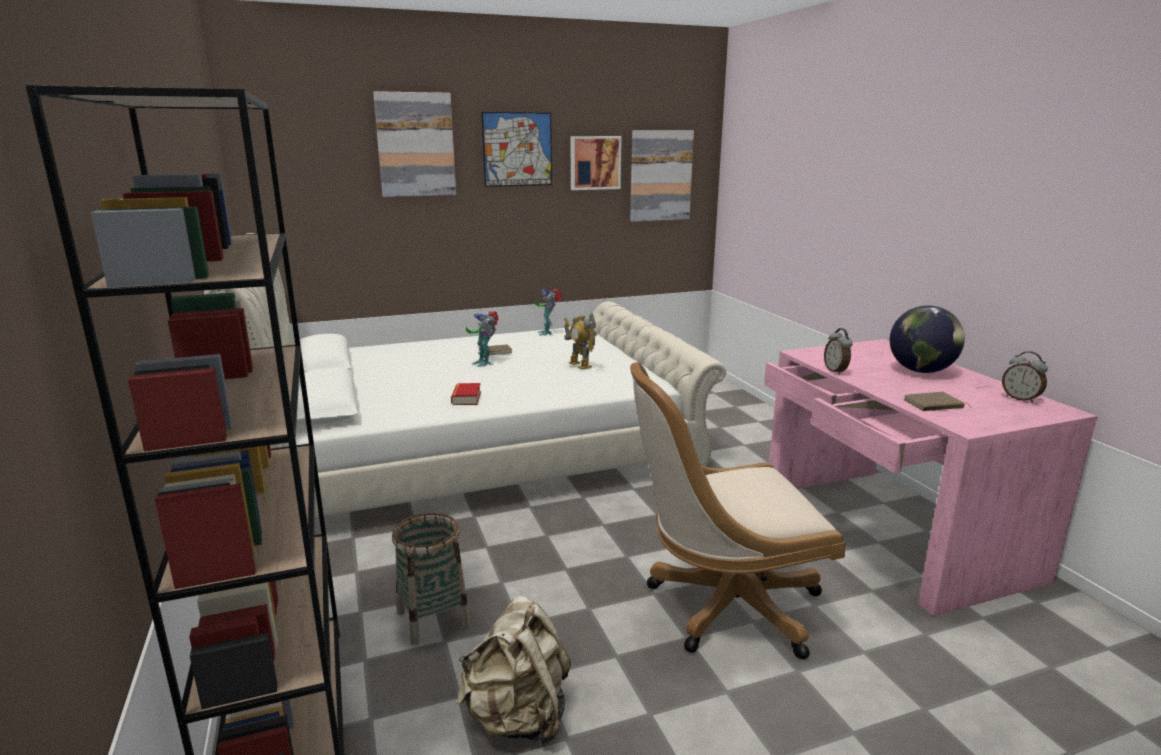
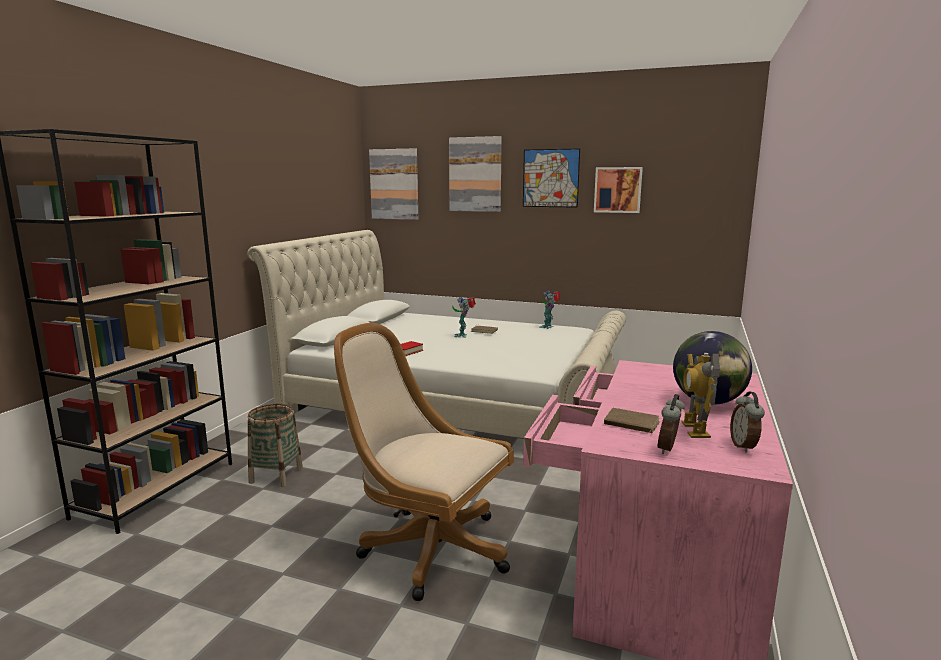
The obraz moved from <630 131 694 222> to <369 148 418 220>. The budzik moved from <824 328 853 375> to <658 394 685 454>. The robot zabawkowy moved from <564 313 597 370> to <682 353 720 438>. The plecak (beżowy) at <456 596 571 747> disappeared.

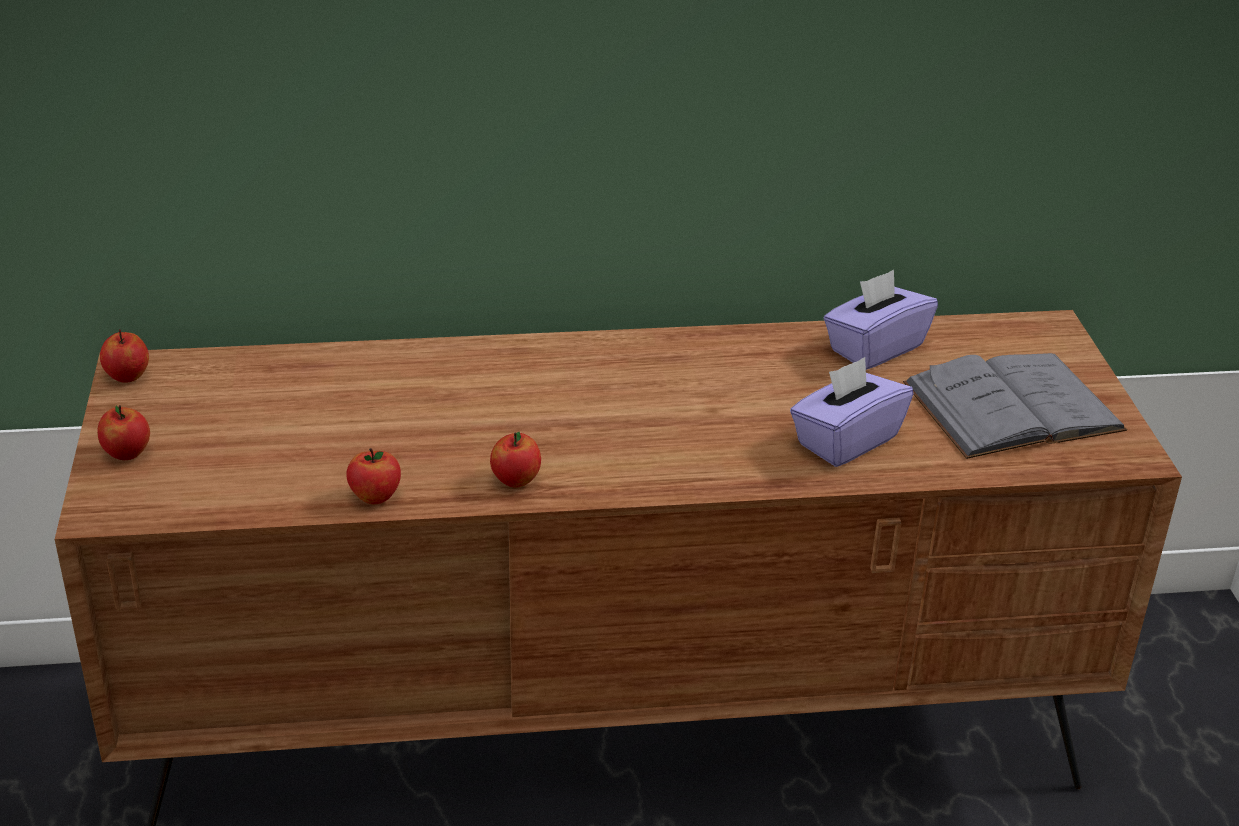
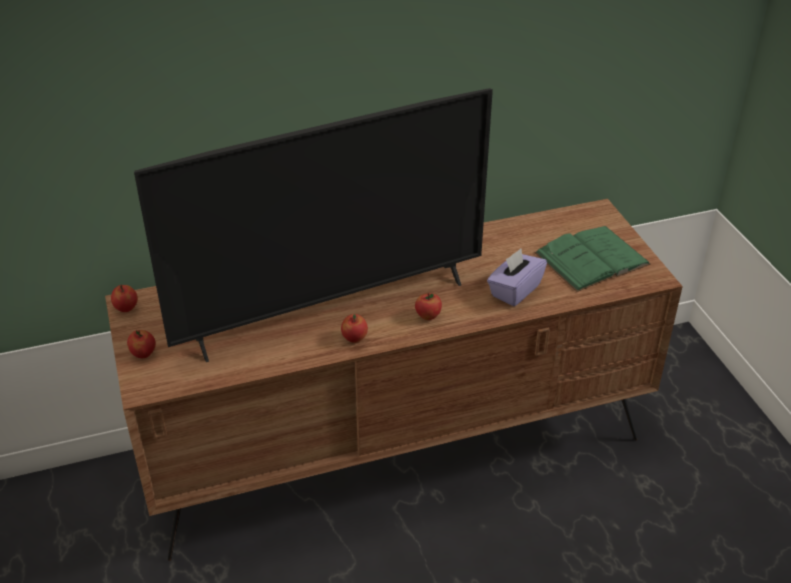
The telewizor at <134 88 493 362> appeared. The jabłko moved from <346 448 401 504> to <415 293 442 320>. The książka (szary) at <903 353 1127 459> became the książka (zielony) at <534 226 651 292>. The pudełko chusteczek (fioletowy) at <824 270 938 370> disappeared.

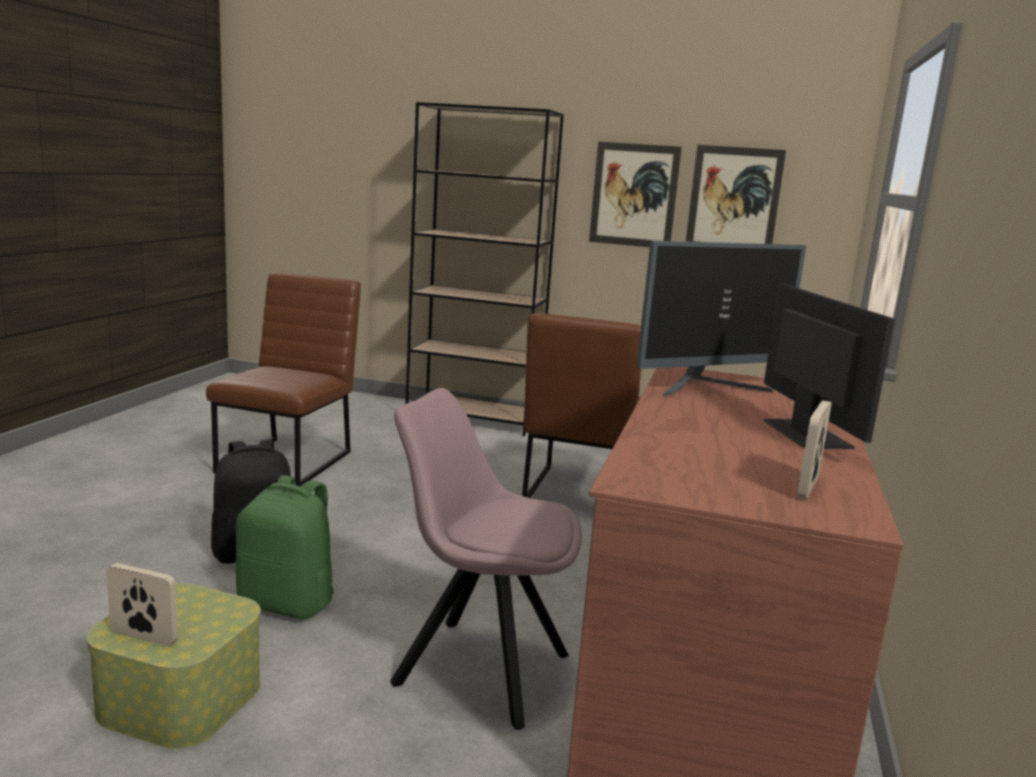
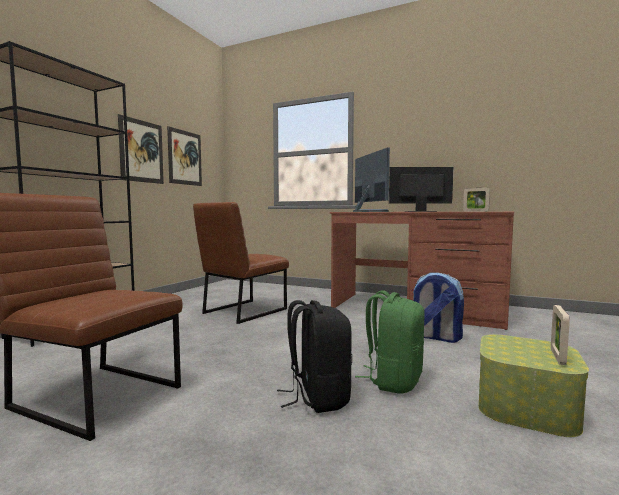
The krzesło (brązowy) at <522 313 641 498> turned 105 degrees clockwise. The krzesło (różowy) at <390 388 582 730> was replaced by the plecak at <412 272 464 343>.

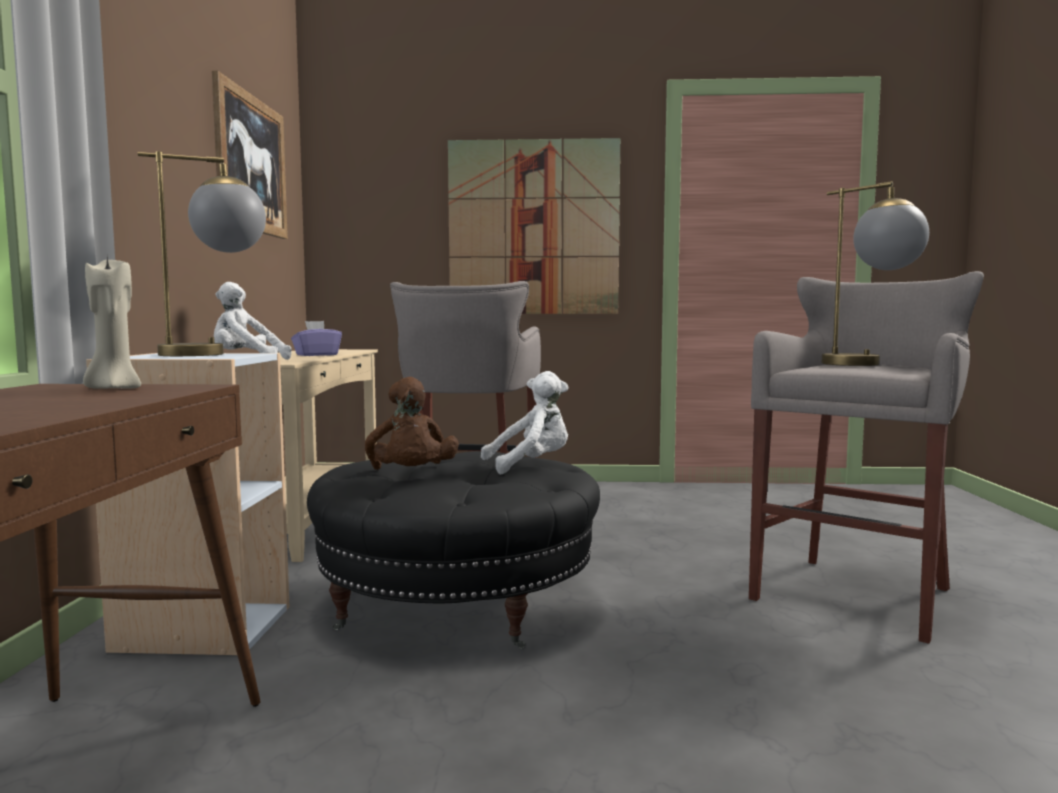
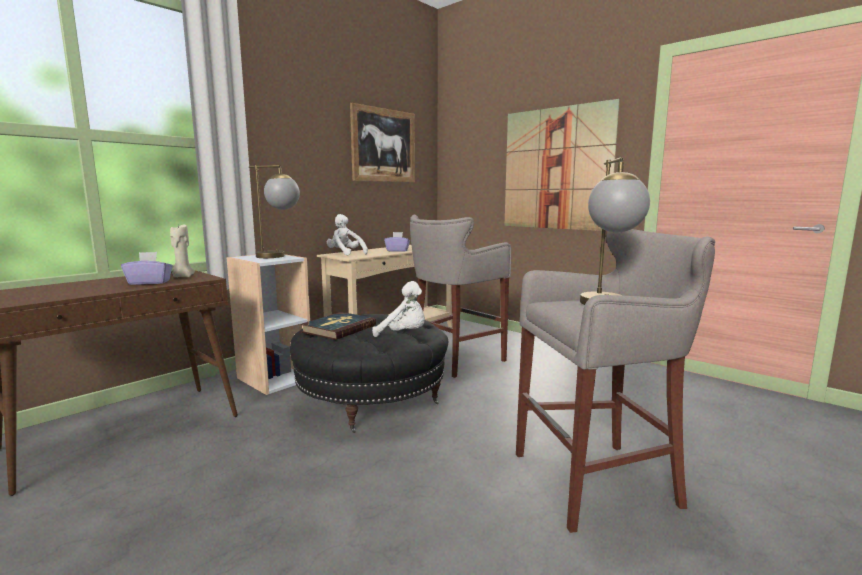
The pudełko chusteczek (fioletowy) at <121 252 173 285> appeared. The pluszak (brązowy) at <365 377 459 470> was replaced by the książka at <300 312 376 340>.

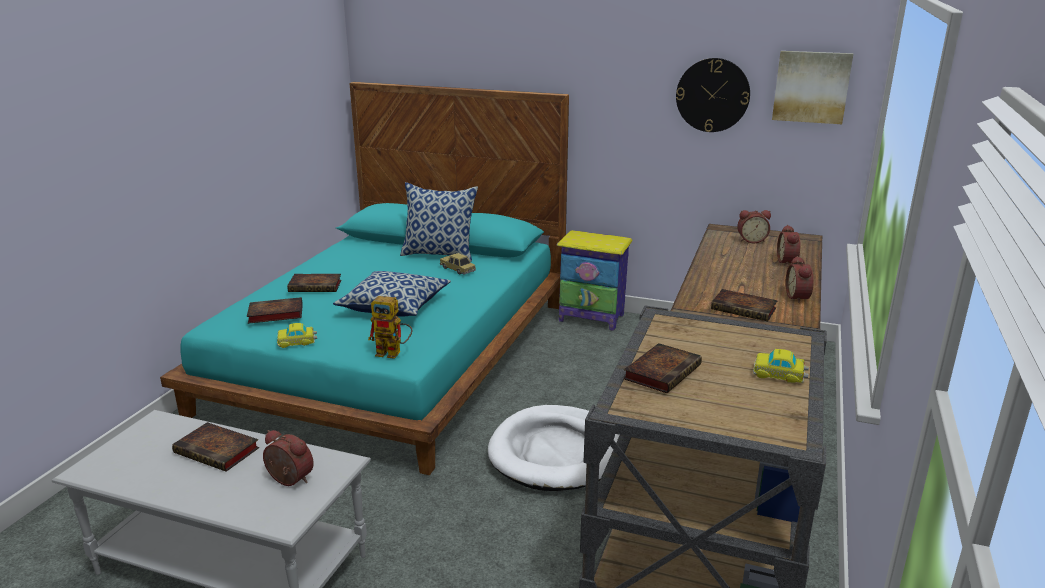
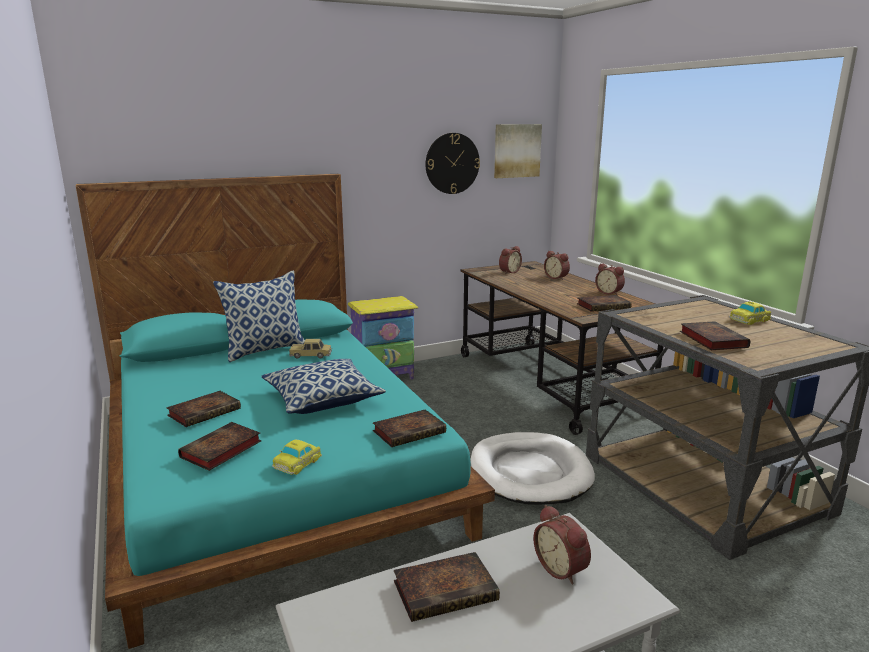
The robot zabawkowy at <368 296 412 359> was replaced by the książka at <373 410 446 447>. The budzik at <263 430 314 486> turned 105 degrees counterclockwise.

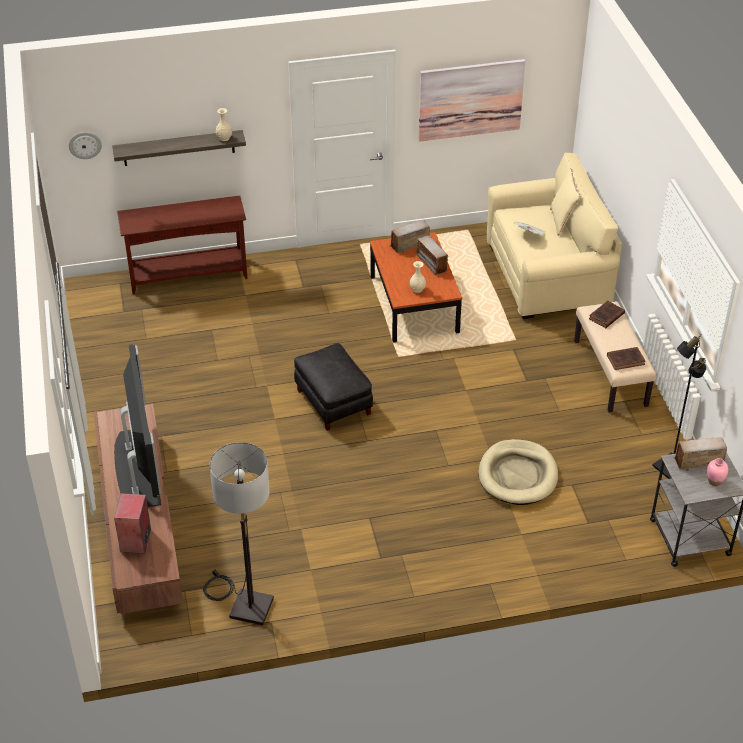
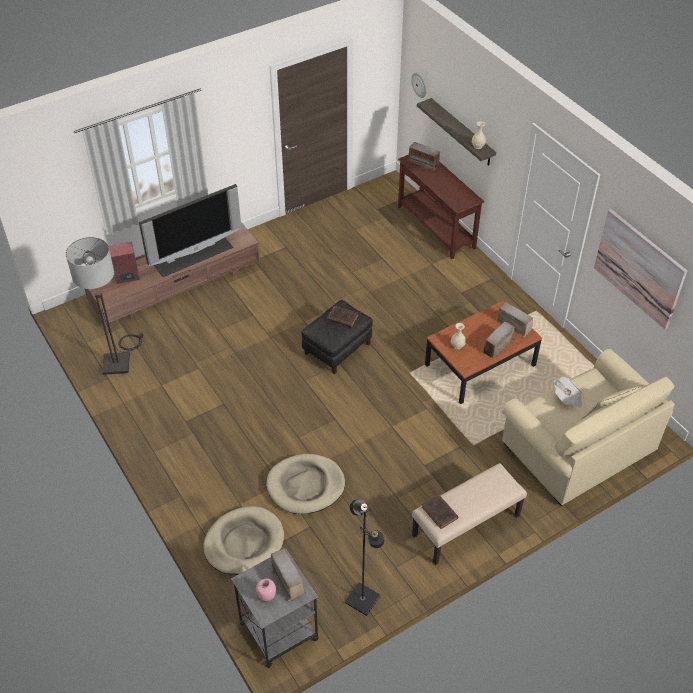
The legowisko (beżowy) at <203 506 284 575> appeared. The książka (brązowy) moved from <589 301 625 328> to <327 306 358 328>. The radio at <408 142 440 171> appeared.

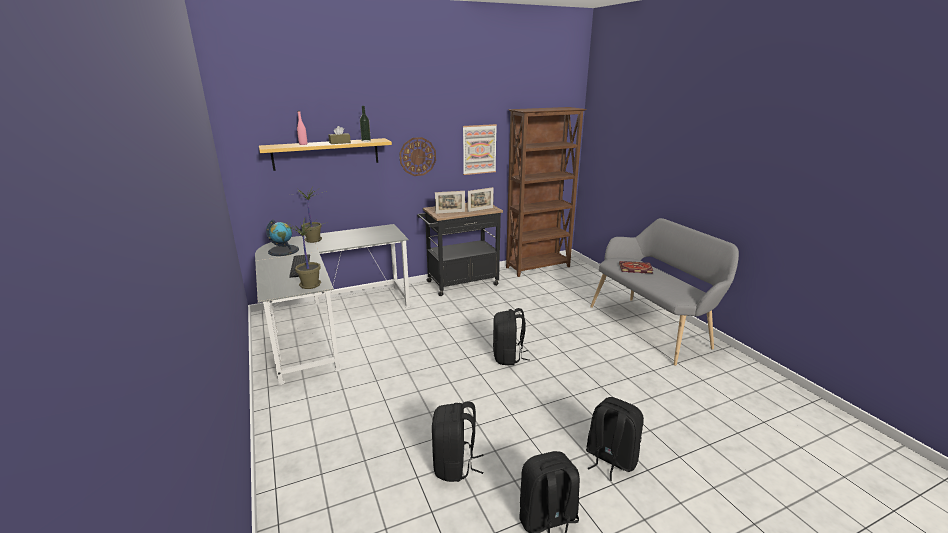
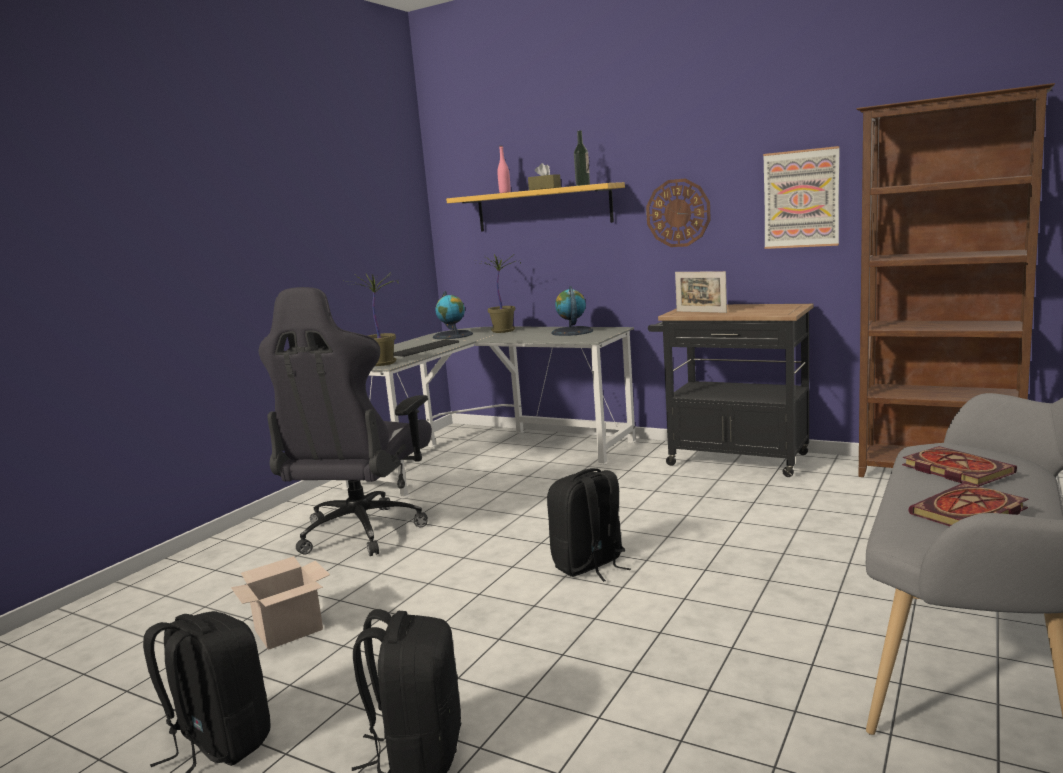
The plecak (czarny) at <432 401 484 482> was replaced by the karton at <231 556 330 650>. The krzesło biurowe (czarny) at <259 287 432 556> appeared. The globus at <551 286 593 336> appeared. The książka at <909 483 1028 526> appeared. The ramka na zdjęcie at <468 187 494 212> disappeared.

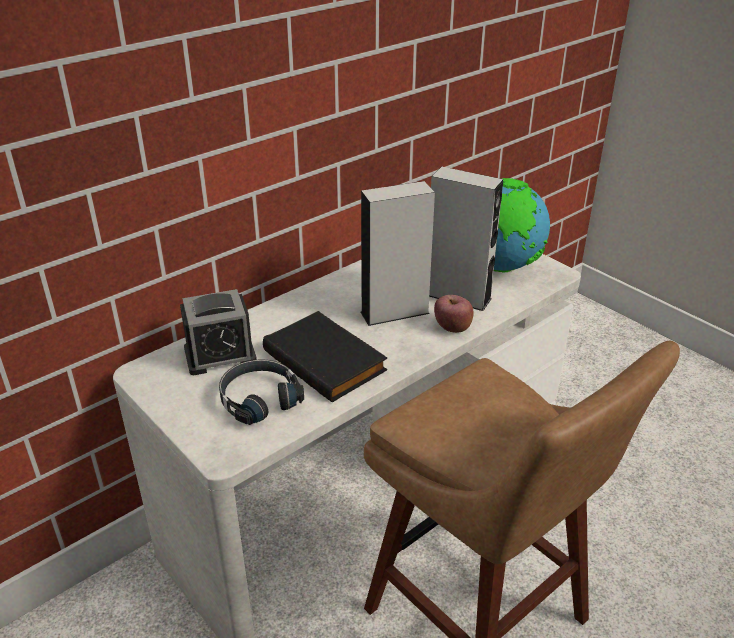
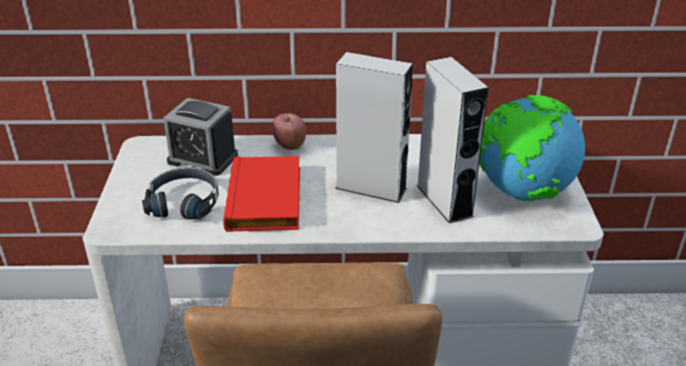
The książka (czarny) at <263 311 387 403> became the książka (czerwony) at <223 156 300 232>. The jabłko moved from <434 295 474 333> to <272 113 306 150>.

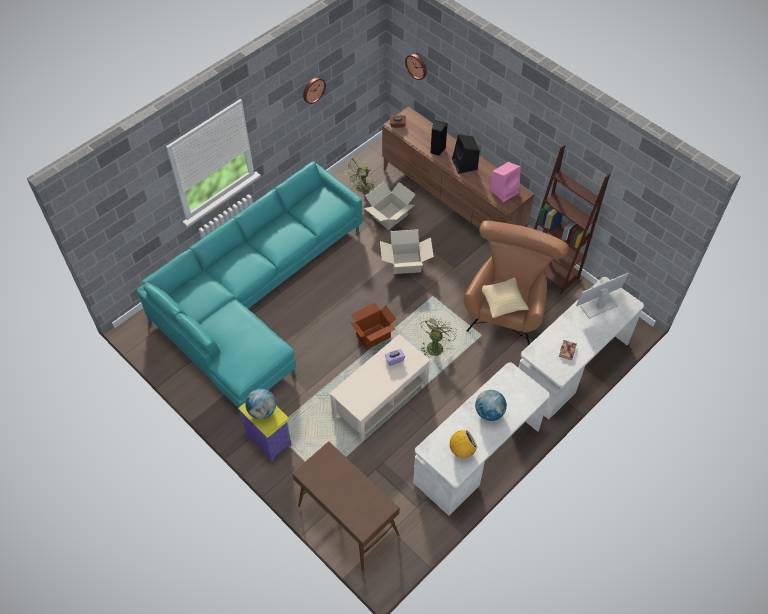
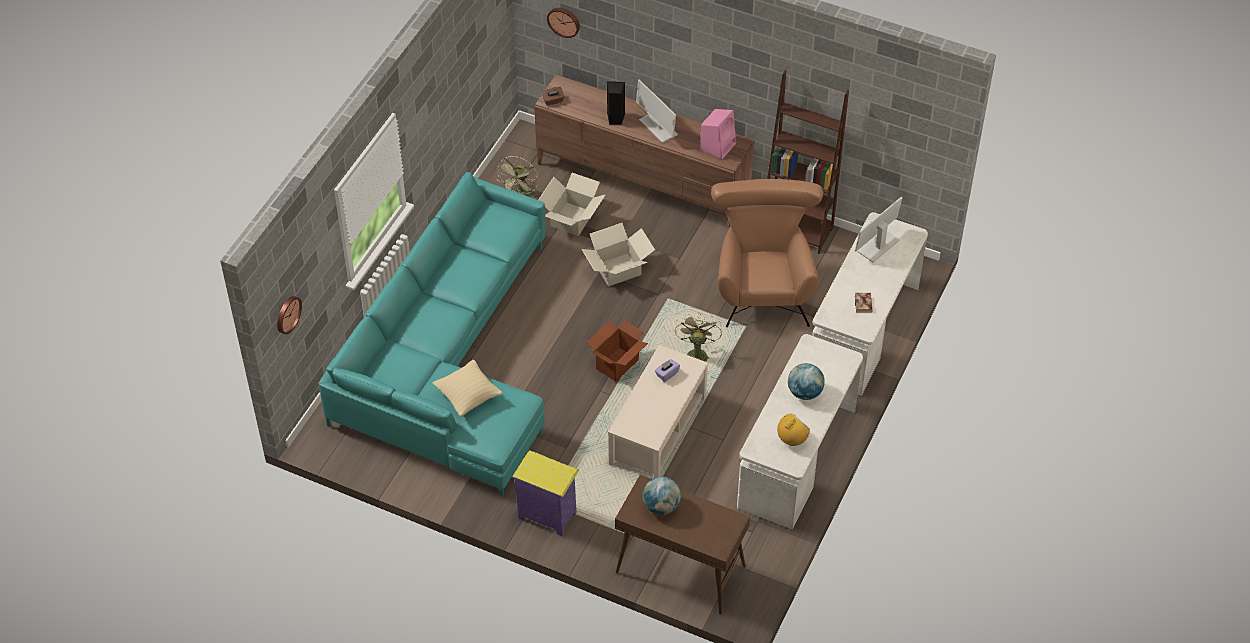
The zegar ścienny moved from <303 77 326 104> to <277 296 302 334>. The poduszka (beżowy) moved from <482 278 529 318> to <432 360 503 416>. The głośnik (czarny) at <452 134 480 174> was replaced by the monitor at <636 80 678 143>. The globus moved from <245 389 276 419> to <643 477 681 515>.

